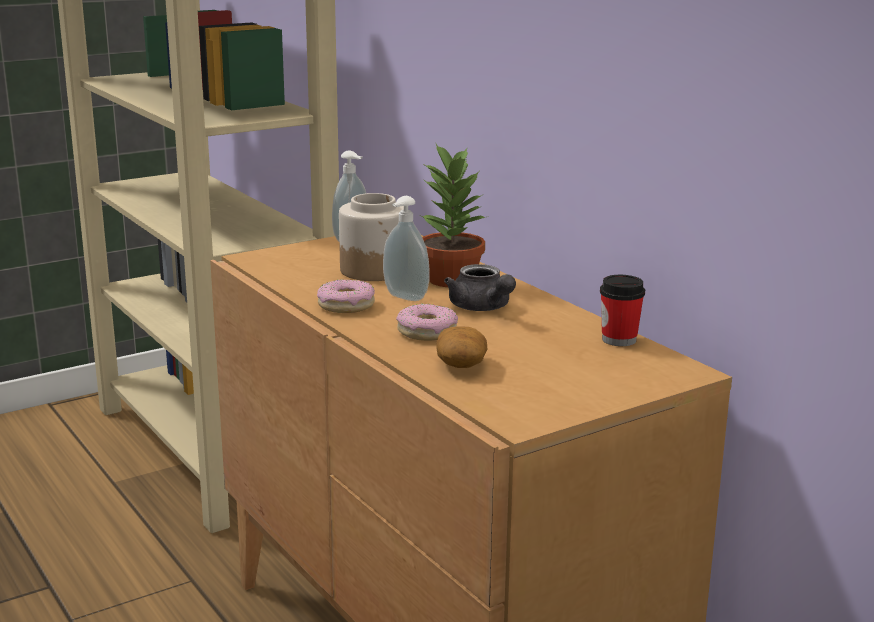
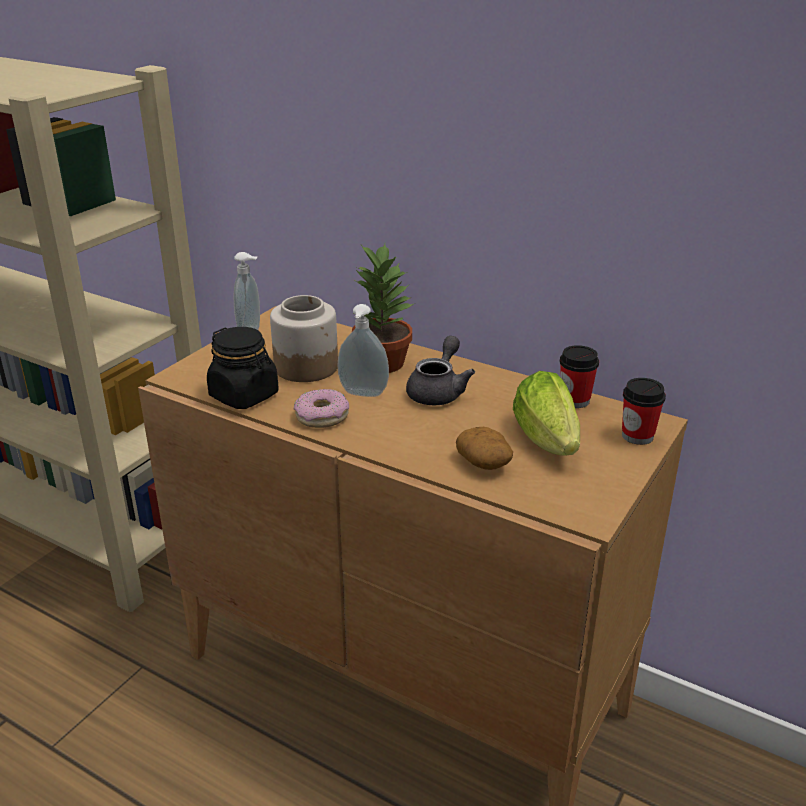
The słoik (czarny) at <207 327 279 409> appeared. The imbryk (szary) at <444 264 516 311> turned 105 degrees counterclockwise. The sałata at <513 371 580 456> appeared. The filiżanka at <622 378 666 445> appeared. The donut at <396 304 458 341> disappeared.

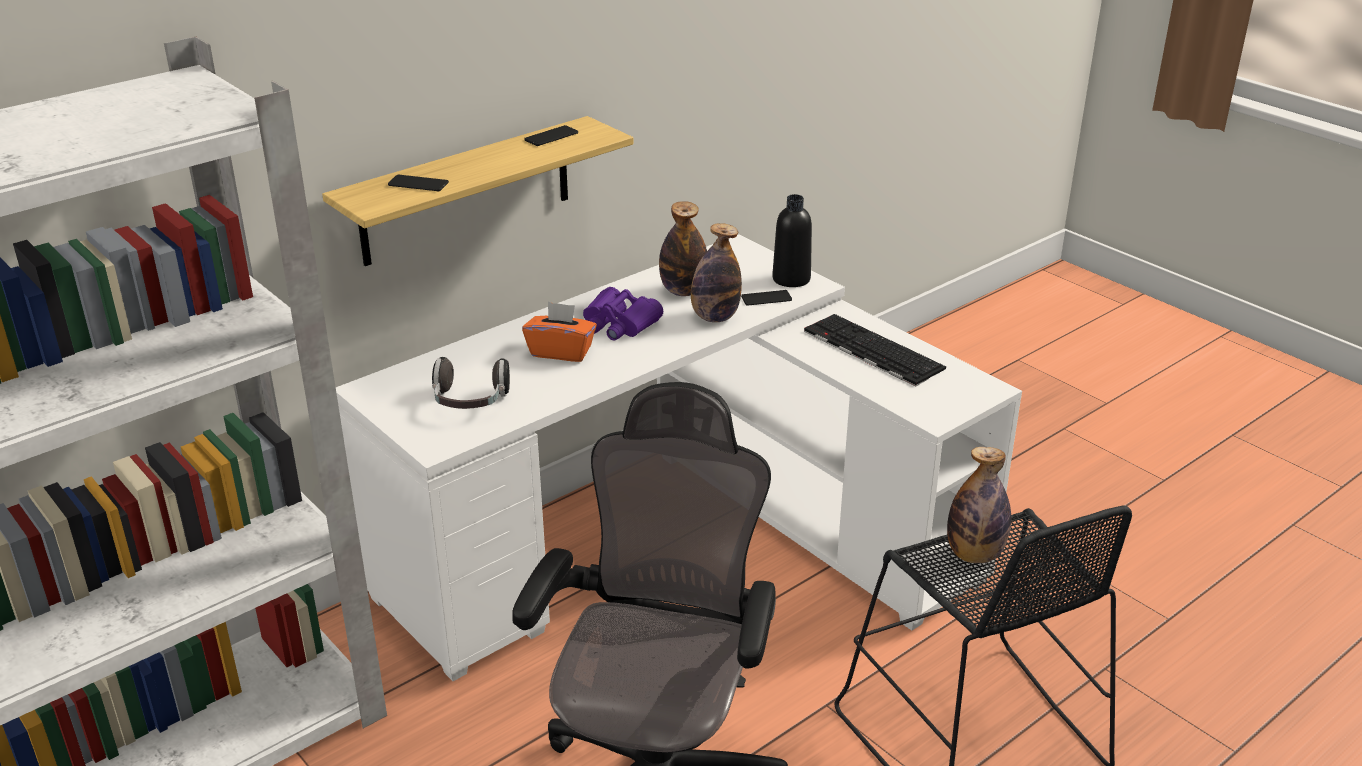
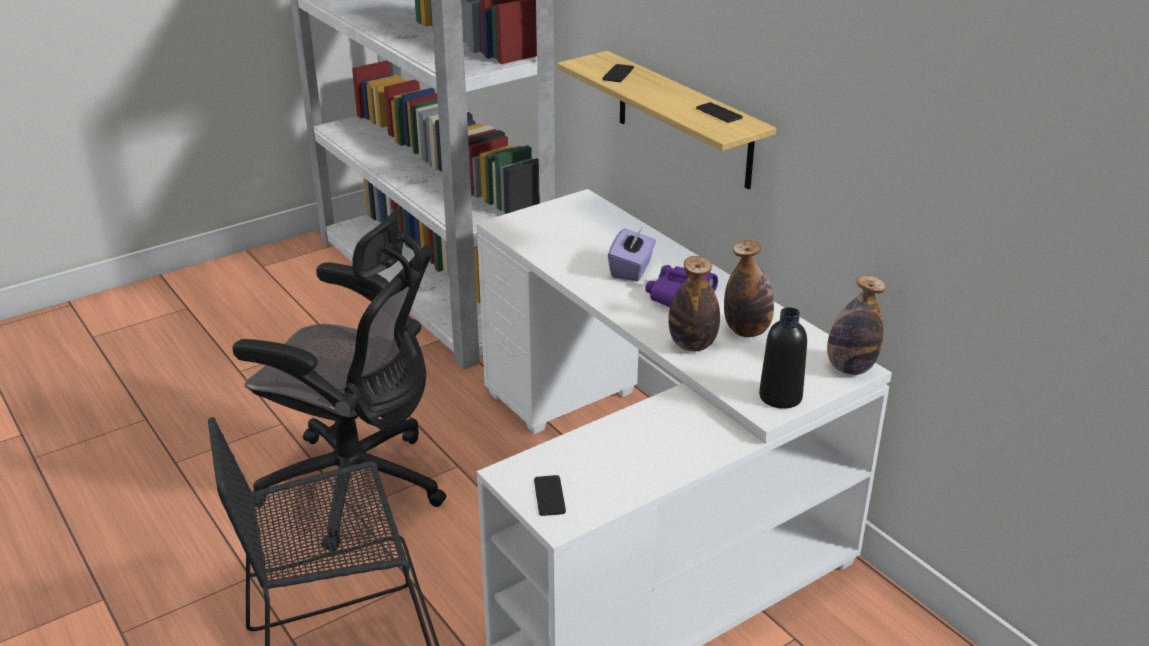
The telefon moved from <741 290 792 306> to <534 475 566 516>. The pudełko chusteczek (pomarańczowy) at <522 302 597 362> became the pudełko chusteczek (fioletowy) at <608 228 656 281>. The butelka moved from <947 447 1011 563> to <827 275 886 375>. The słuchawki at <432 357 510 409> disappeared. The klawiatura at <804 314 946 386> disappeared.

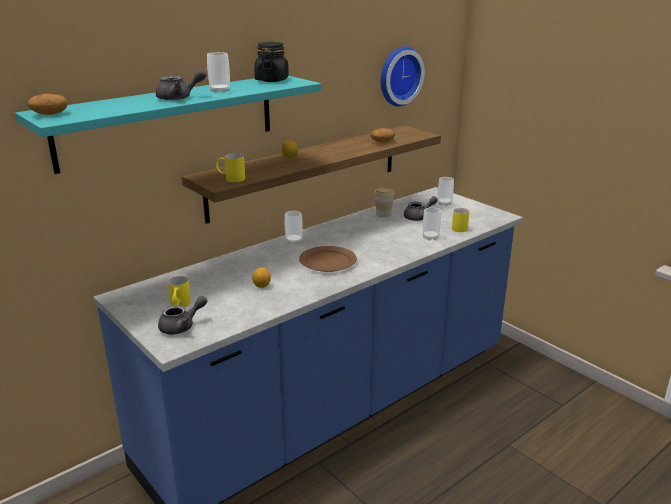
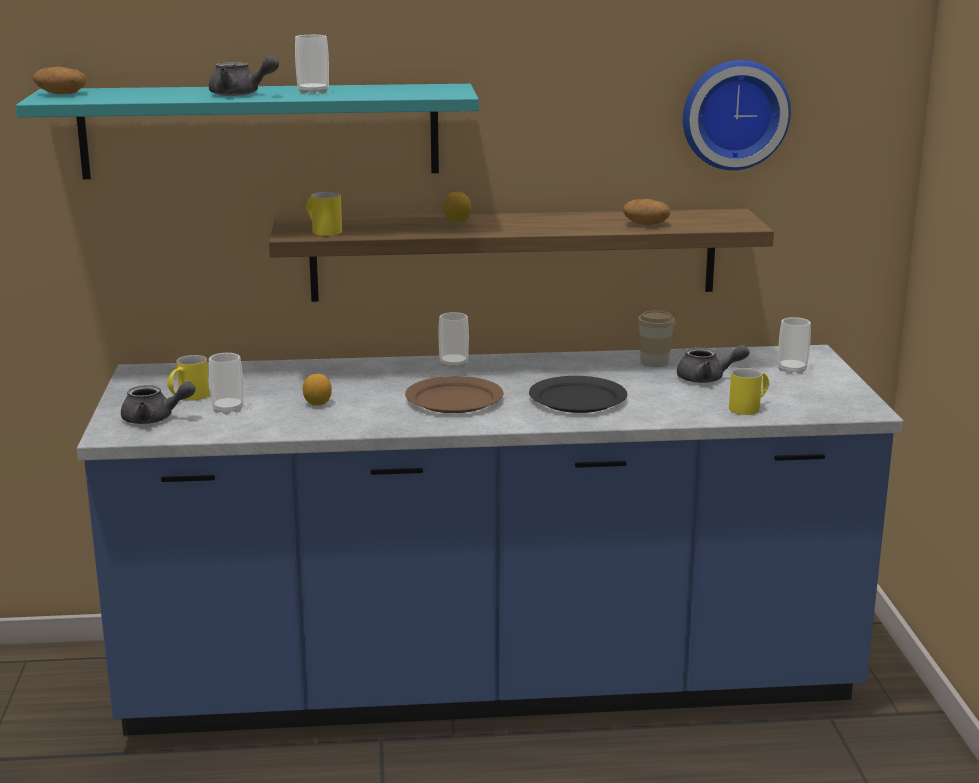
The filiżanka moved from <423 207 441 240> to <209 353 244 415>. The talerz (czarny) at <529 376 627 413> appeared. The słoik (czarny) at <254 42 289 82> disappeared.

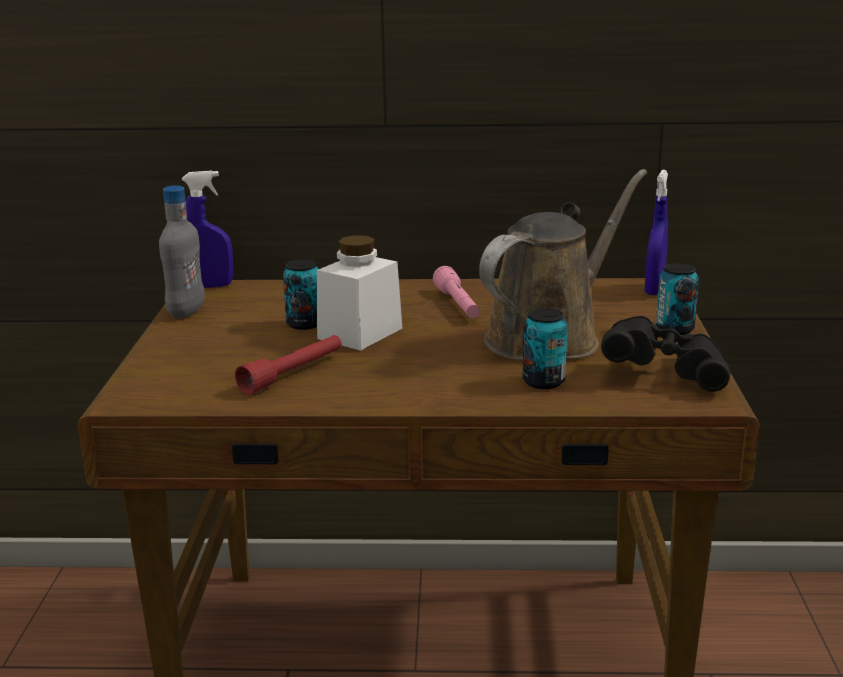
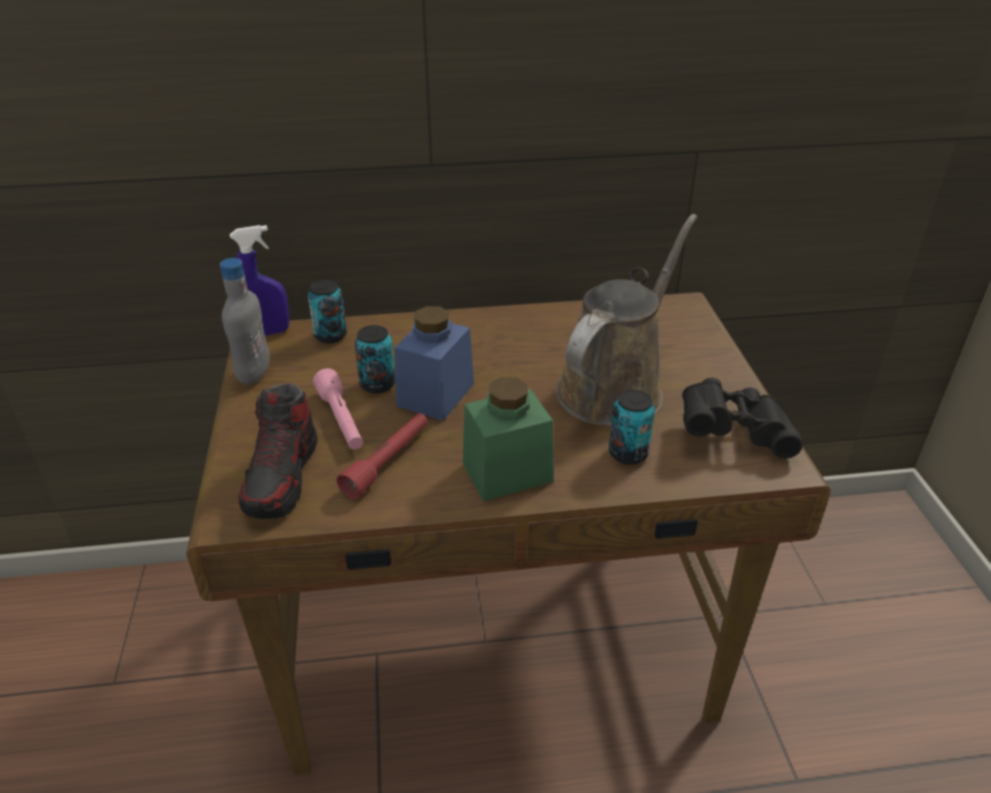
The but at <238 383 318 519> appeared. The puszka moved from <656 263 699 335> to <308 280 347 343>. The latarka (różowy) moved from <433 266 480 318> to <313 368 363 450>. The słoik (biały) at <317 235 402 351> became the słoik (niebieski) at <394 306 474 421>. The słoik (zielony) at <463 377 554 501> appeared. The spryskiwacz (niebieski) at <644 170 668 295> disappeared.

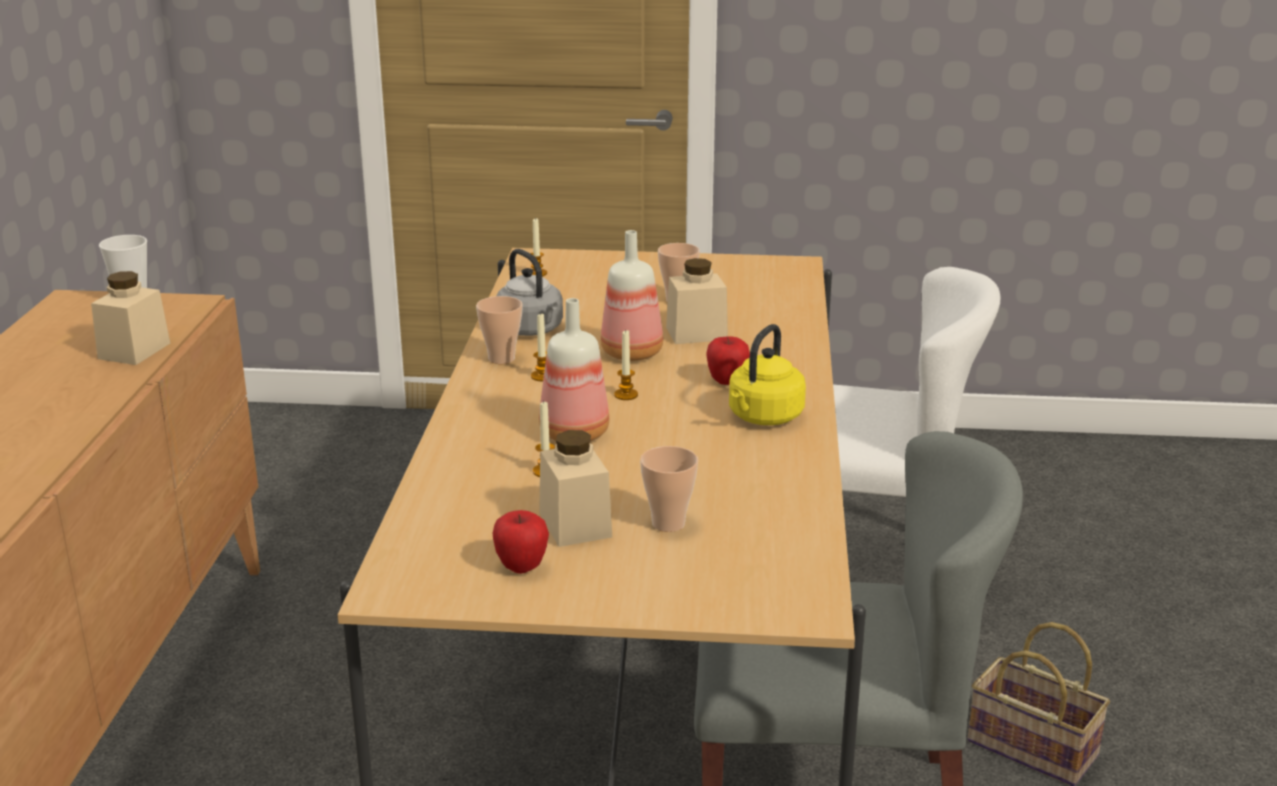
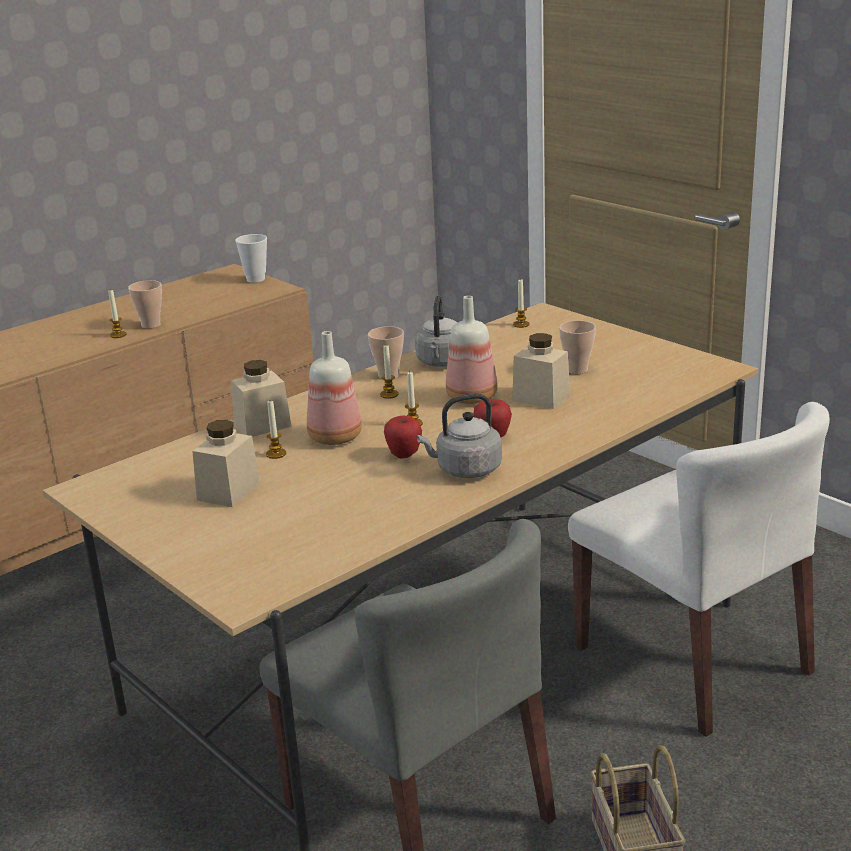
The świeca at <108 289 126 338> appeared. The filiżanka moved from <640 446 698 532> to <128 280 162 329>. The słoik (beżowy) moved from <91 271 170 365> to <231 360 292 437>. The jabłko moved from <492 510 549 574> to <384 416 422 458>. The czajnik (żółty) at <729 324 806 425> became the czajnik (szary) at <417 393 502 478>.

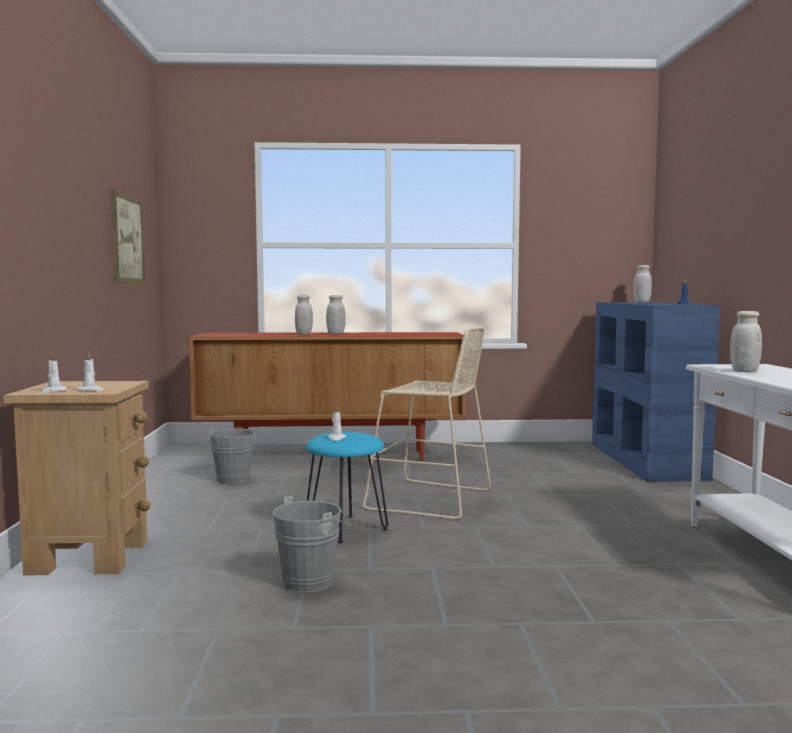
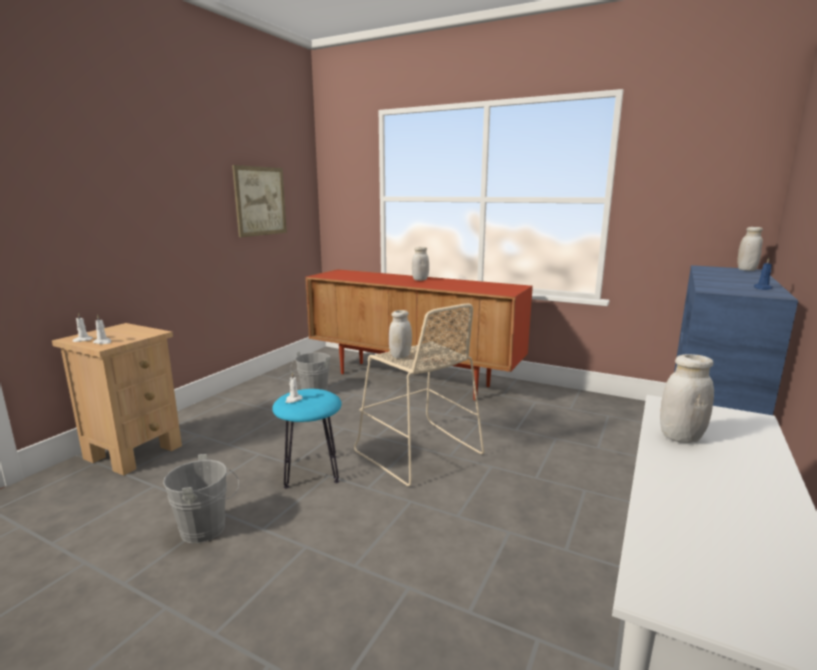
The słoik (biały) moved from <295 295 313 335> to <389 310 412 359>.

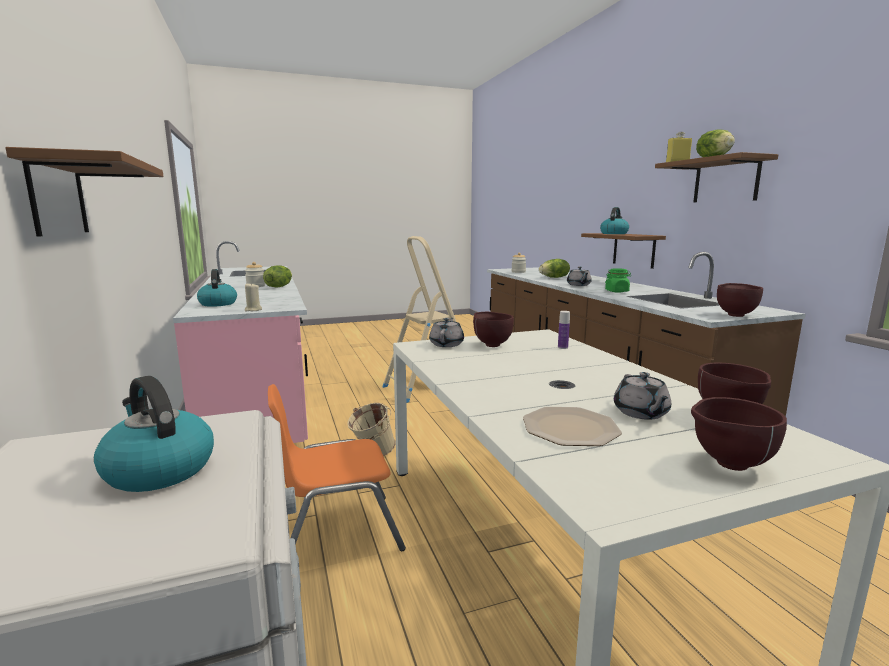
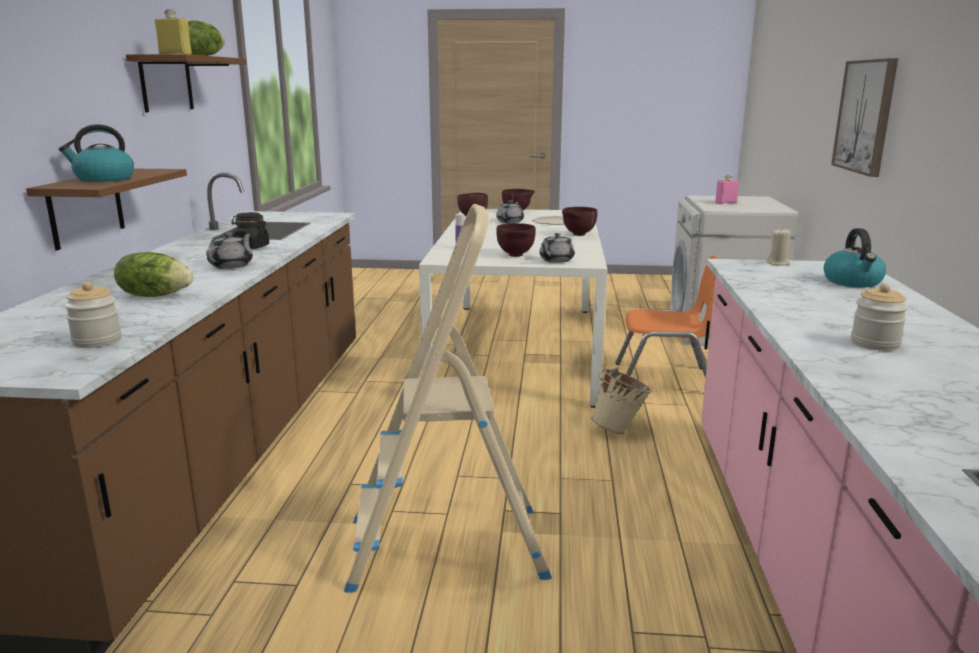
The słoik (zielony) at <605 268 631 293> became the słoik (czarny) at <231 212 269 249>. The miska (brązowy) moved from <717 283 763 317> to <562 207 597 236>. The czajnik at <94 376 214 492> was replaced by the butelka (różowy) at <715 174 739 204>. The półka (brązowy) at <5 147 163 237> was replaced by the obraz at <831 58 898 177>. The sałata at <263 265 292 288> disappeared.

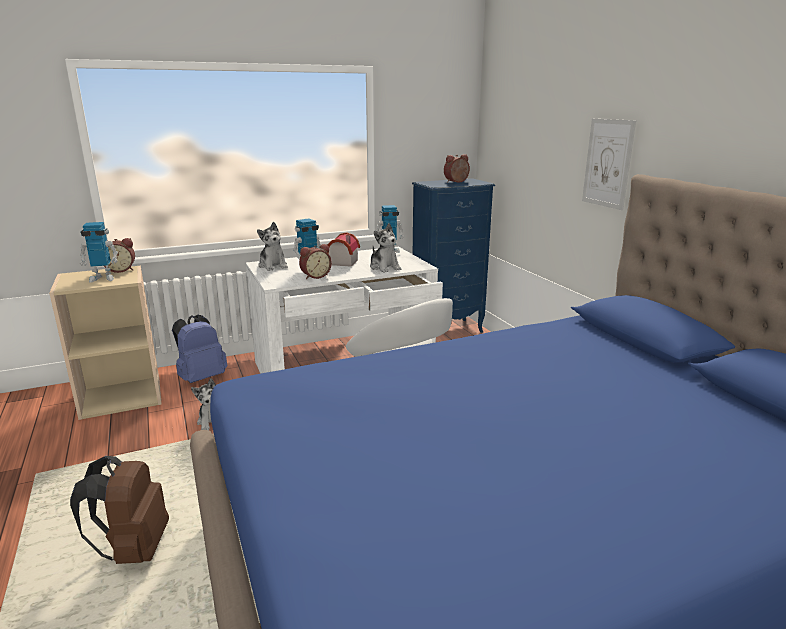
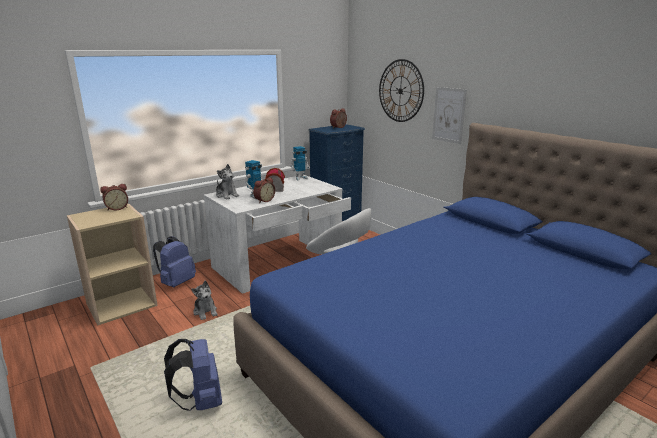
The plecak (brązowy) at <70 456 169 564> became the plecak (niebieski) at <164 339 222 411>. The zegar ścienny at <379 59 424 122> appeared. The robot zabawkowy at <80 222 118 283> disappeared. The pluszak at <370 223 401 273> disappeared.

